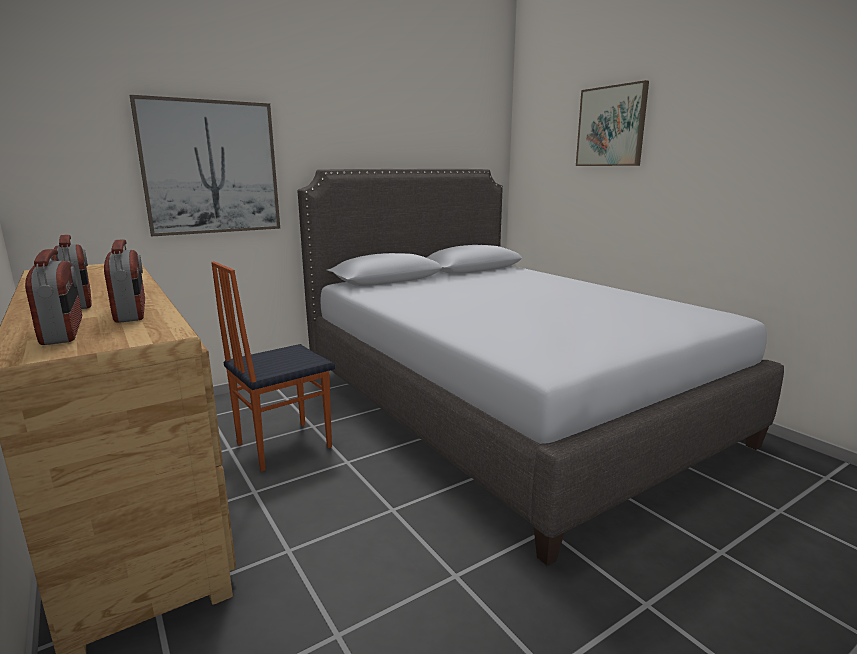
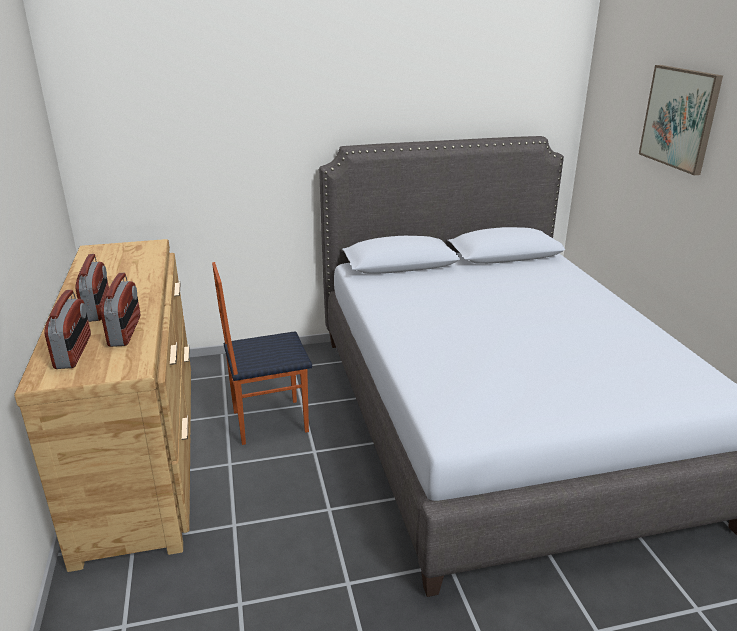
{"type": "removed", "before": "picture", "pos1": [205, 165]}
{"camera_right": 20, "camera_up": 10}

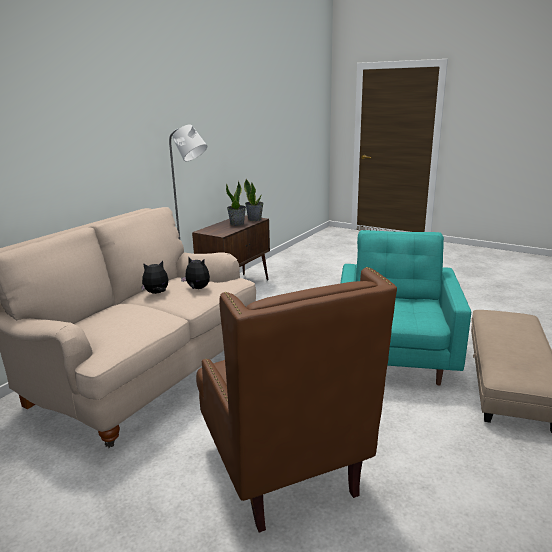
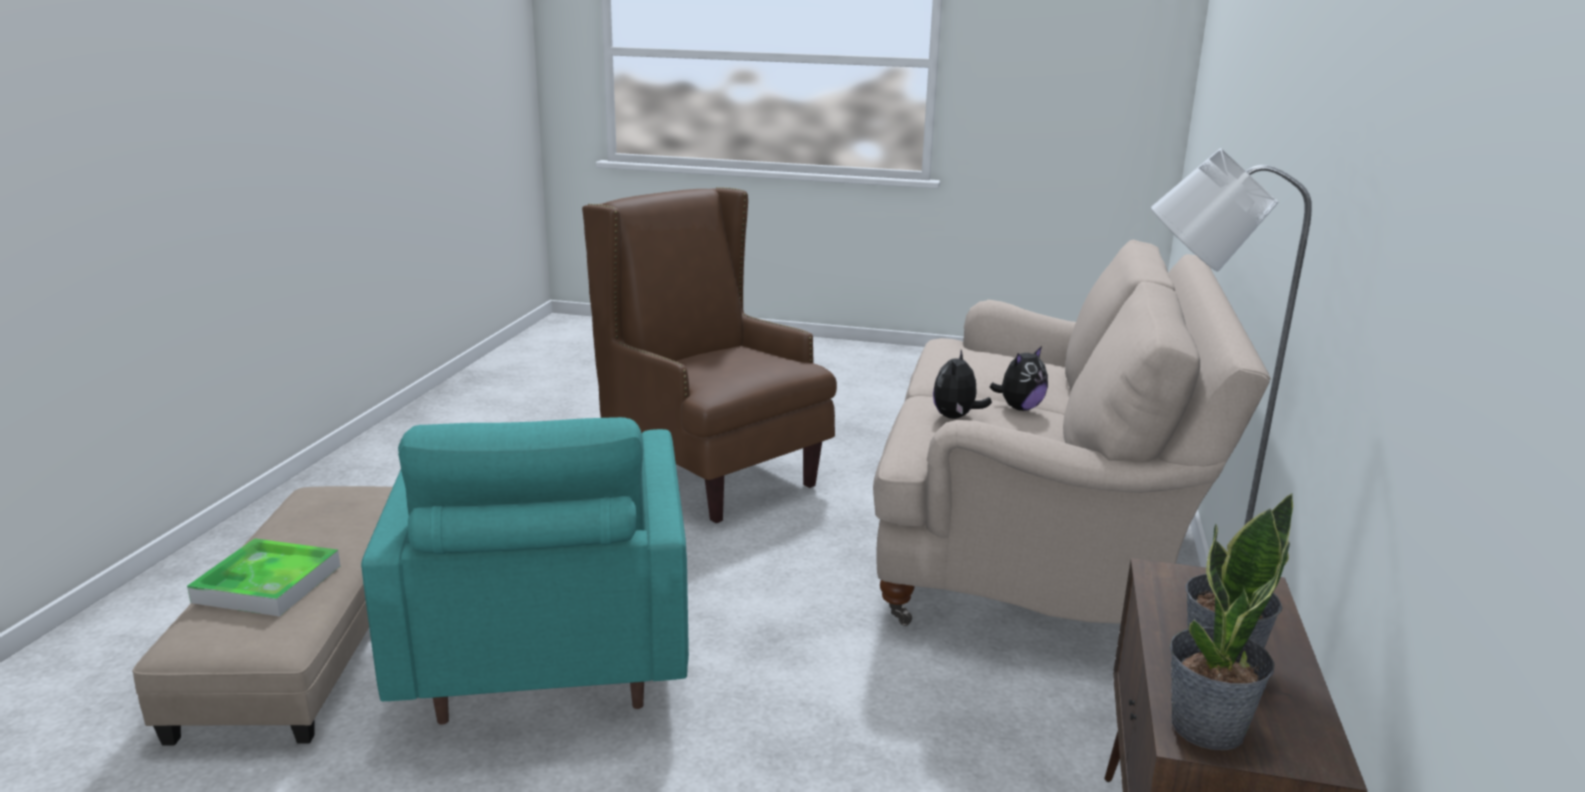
{"type": "turned", "before": "plush toy", "pos1": [195, 273], "pos2": [962, 384], "turn": 105}
{"type": "added", "after": "tray", "pos2": [263, 577]}
{"camera_right": 160, "camera_up": 0}

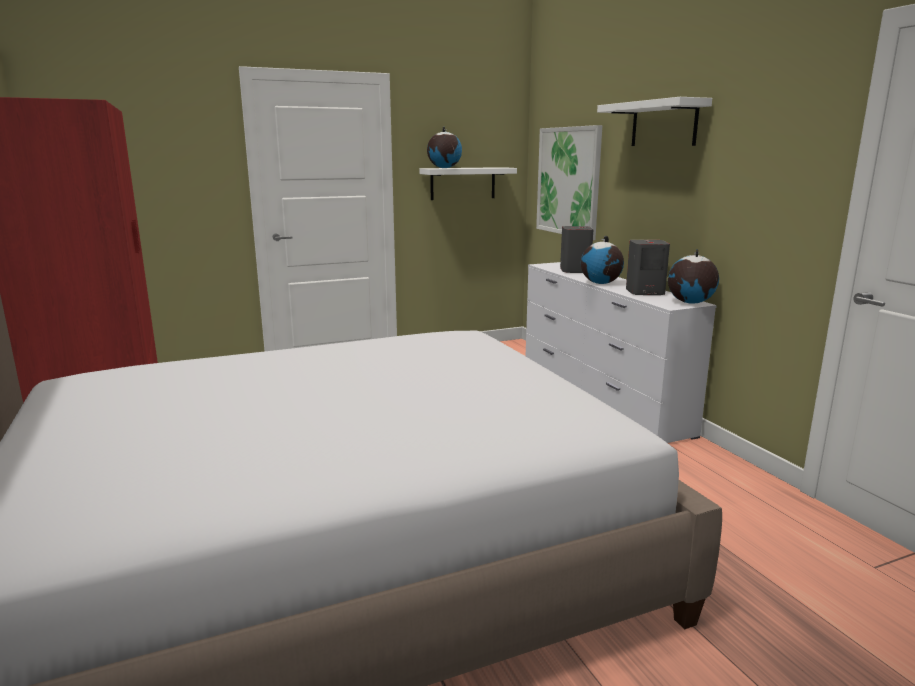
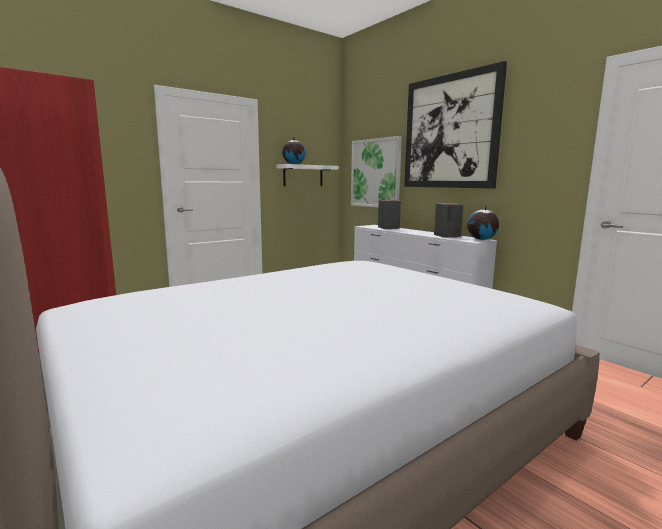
{"type": "replaced", "before": "shelf (white)", "after": "picture", "pos1": [654, 121], "pos2": [455, 125]}
{"type": "removed", "before": "globe", "pos1": [602, 260]}
{"camera_right": -15, "camera_up": -5}

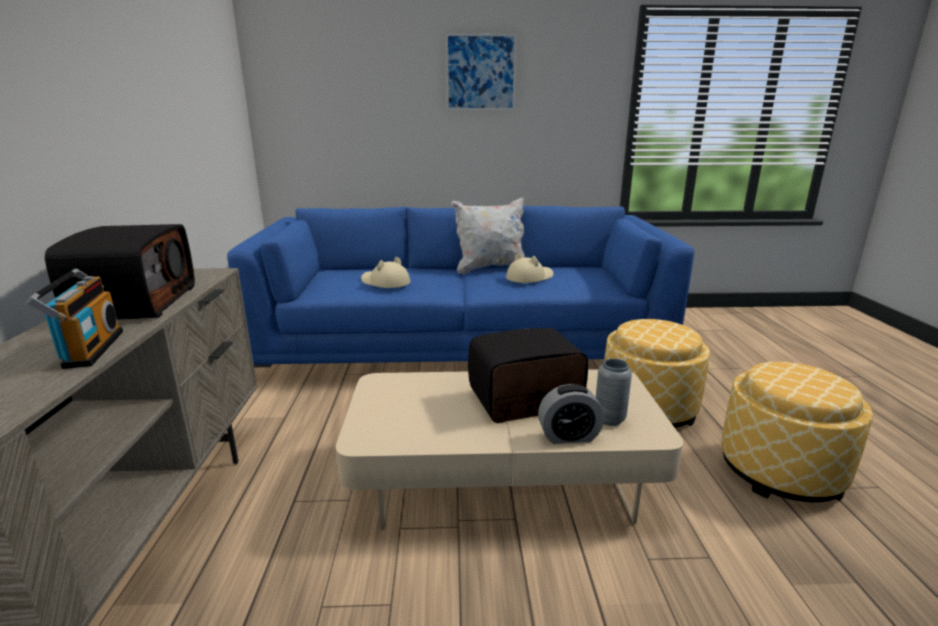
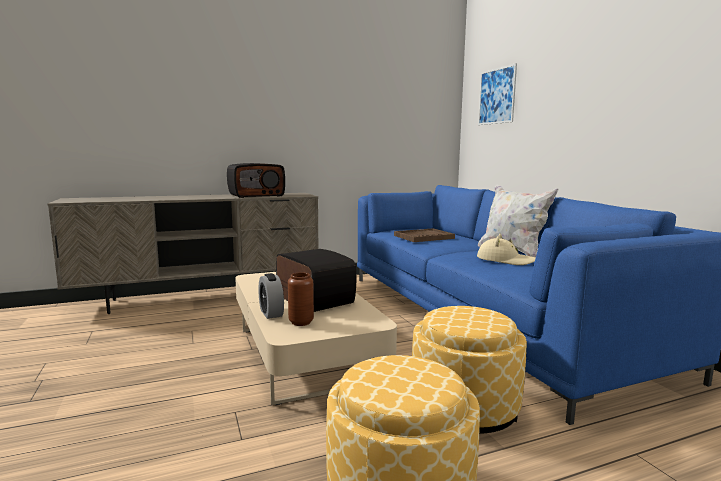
{"type": "moved", "before": "picture", "pos1": [481, 71], "pos2": [497, 94]}
{"type": "replaced", "before": "hat (beige)", "after": "tray (brown)", "pos1": [385, 272], "pos2": [424, 235]}
{"type": "removed", "before": "radio", "pos1": [75, 319]}
{"type": "recoloured", "before": "vase (grey)", "after": "vase (brown)", "pos1": [614, 392], "pos2": [301, 299]}
{"camera_right": 70, "camera_up": -10}

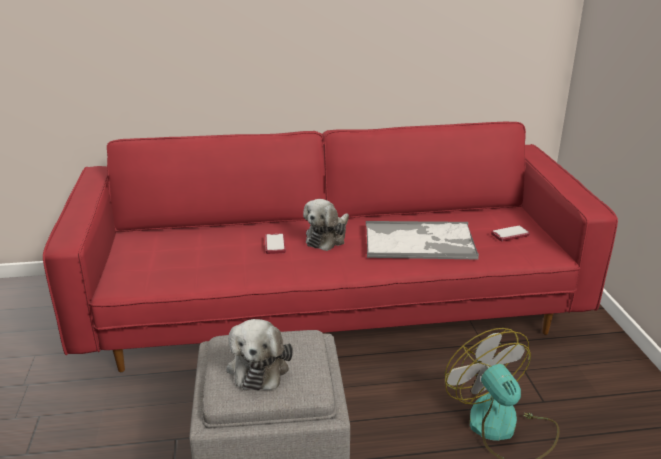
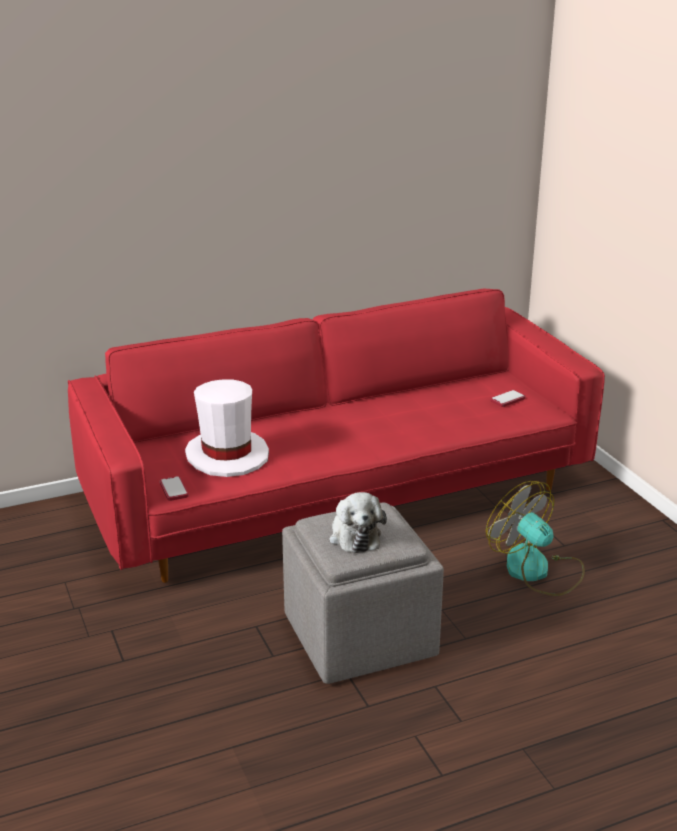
{"type": "removed", "before": "plush toy", "pos1": [326, 225]}
{"type": "removed", "before": "tray", "pos1": [422, 240]}
{"type": "moved", "before": "phone", "pos1": [275, 244], "pos2": [174, 488]}
{"type": "added", "after": "hat (white)", "pos2": [227, 428]}
{"camera_right": -15, "camera_up": 0}

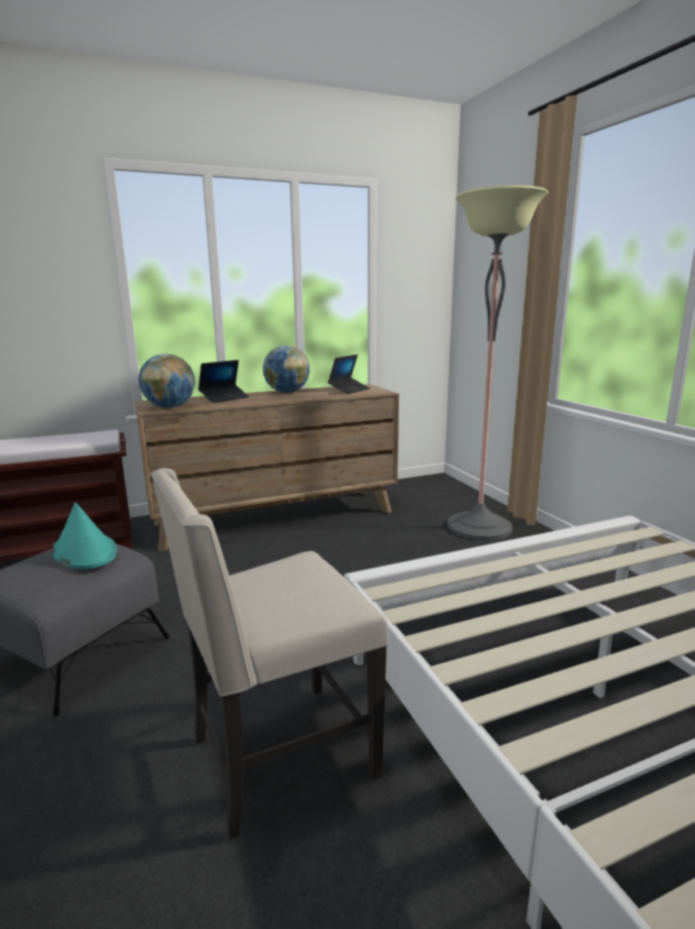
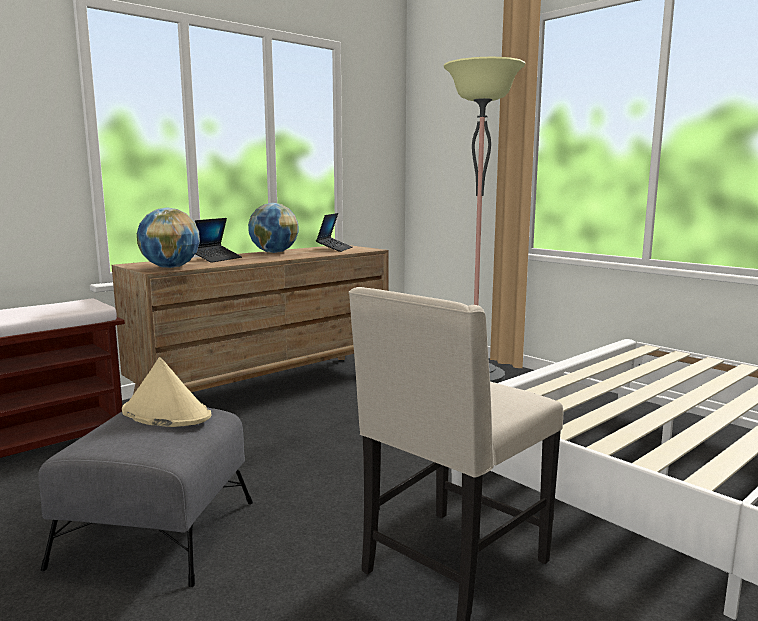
{"type": "recoloured", "before": "hat (turquoise)", "after": "hat (beige)", "pos1": [85, 536], "pos2": [166, 392]}
{"camera_right": -20, "camera_up": -5}

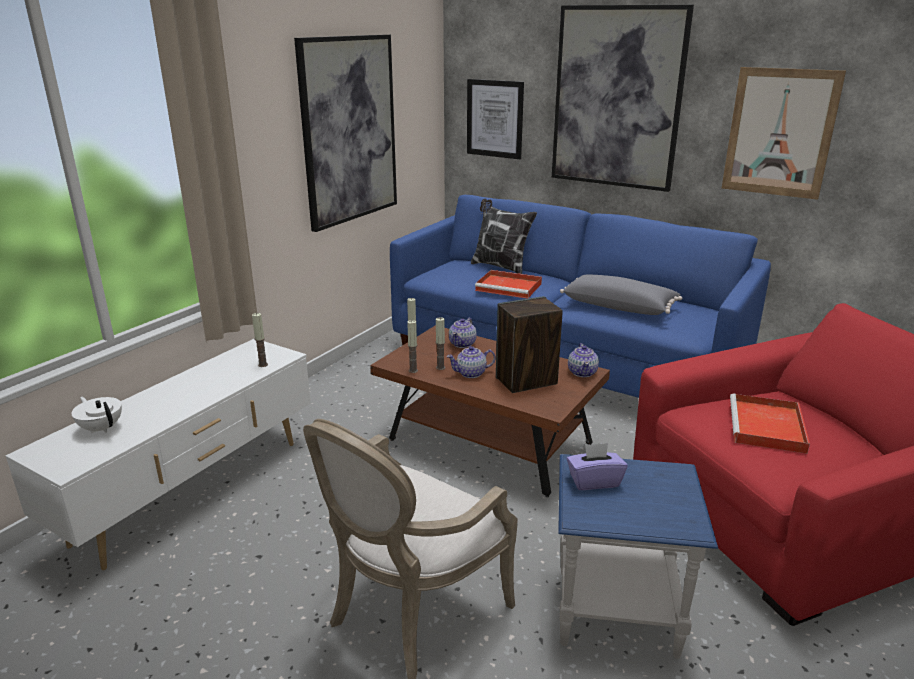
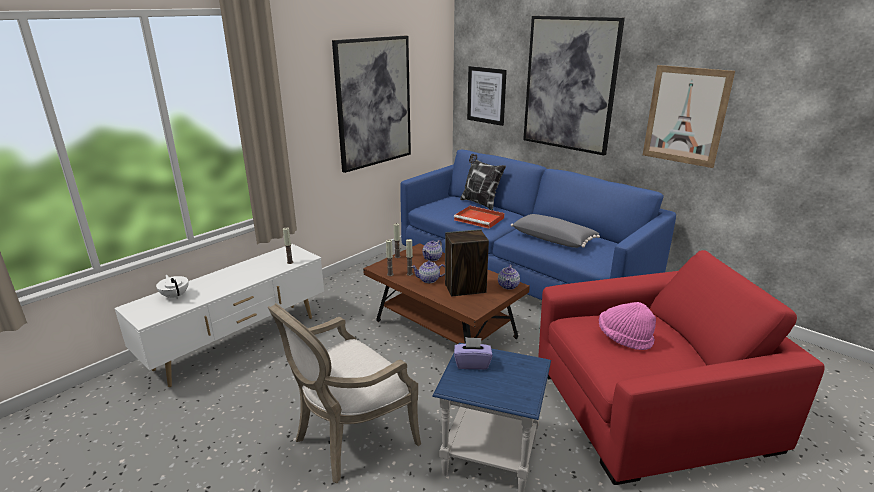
{"type": "replaced", "before": "tray (red)", "after": "hat (pink)", "pos1": [770, 424], "pos2": [627, 326]}
{"camera_right": 10, "camera_up": 0}

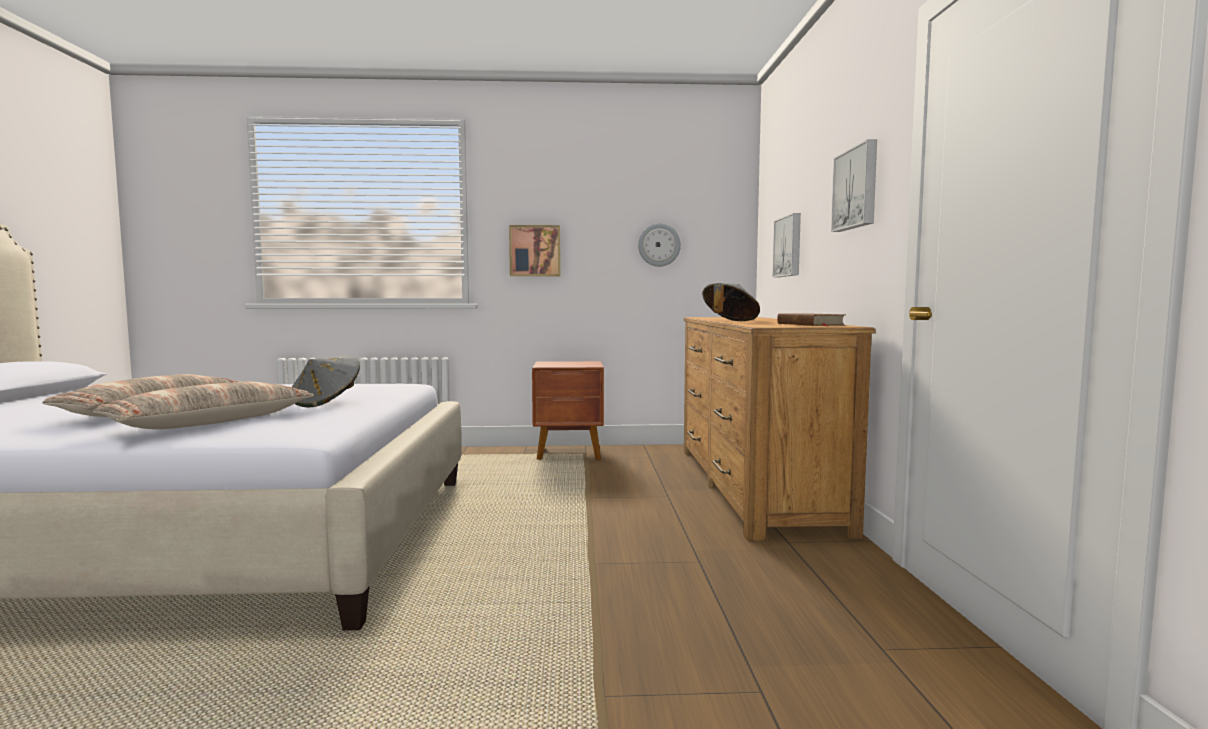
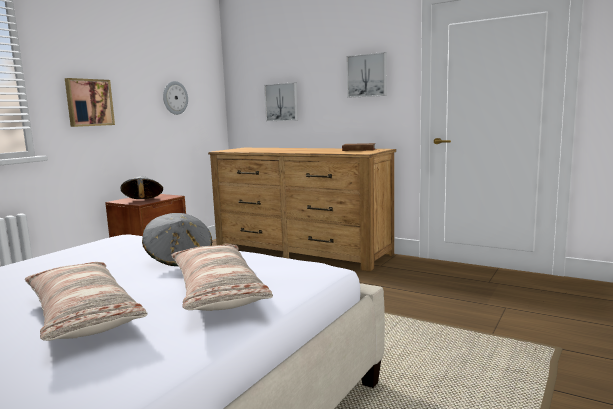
{"type": "moved", "before": "hat (grey)", "pos1": [731, 302], "pos2": [141, 187]}
{"camera_right": -55, "camera_up": 5}

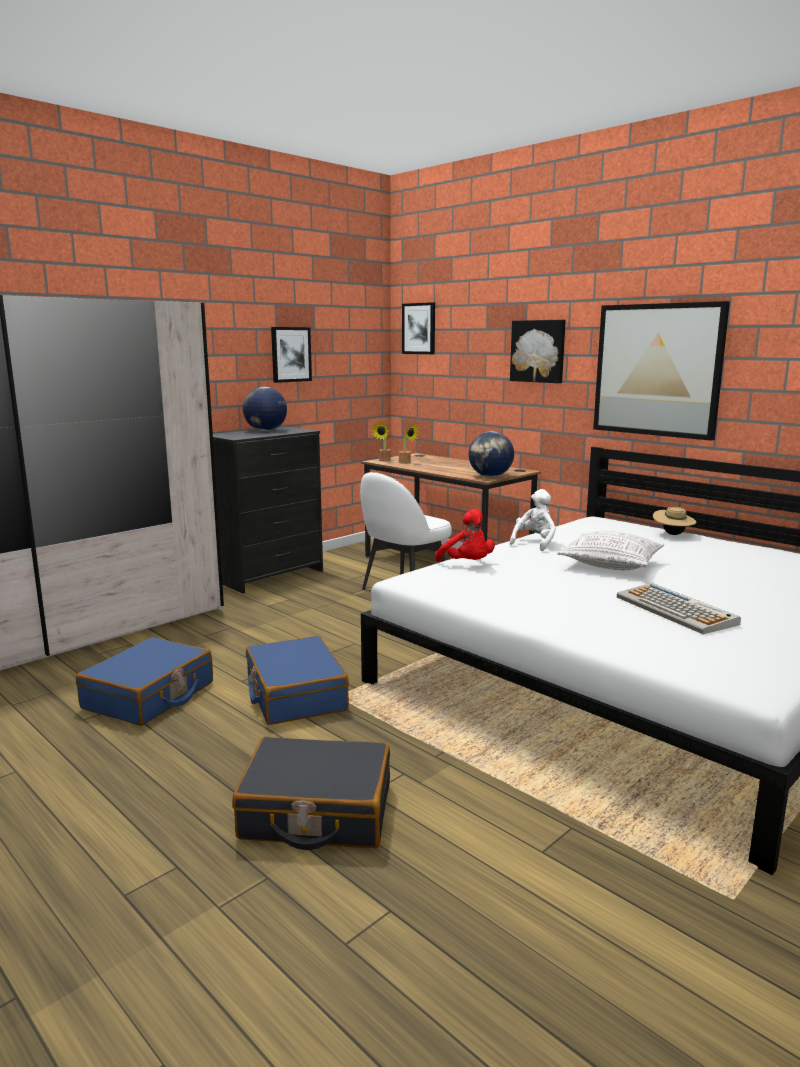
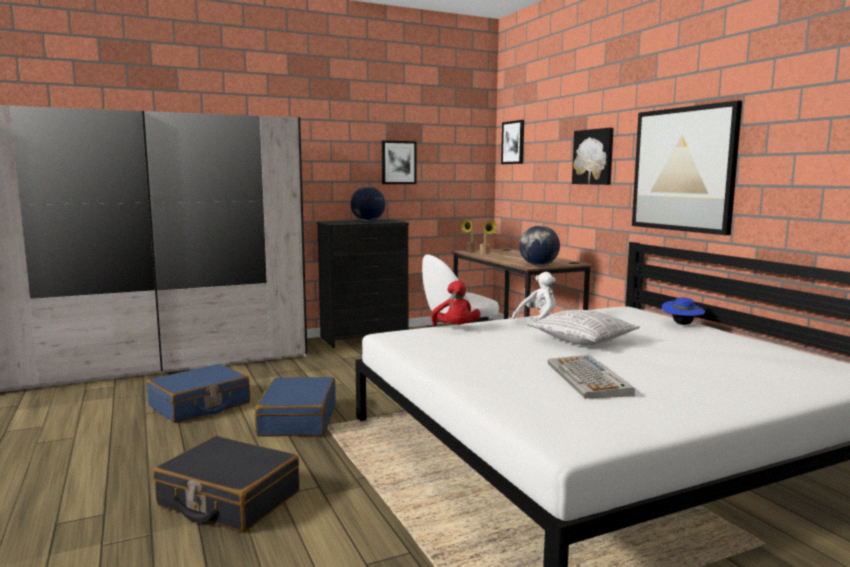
{"type": "recoloured", "before": "hat (beige)", "after": "hat (blue)", "pos1": [675, 521], "pos2": [683, 311]}
{"camera_right": 20, "camera_up": -5}

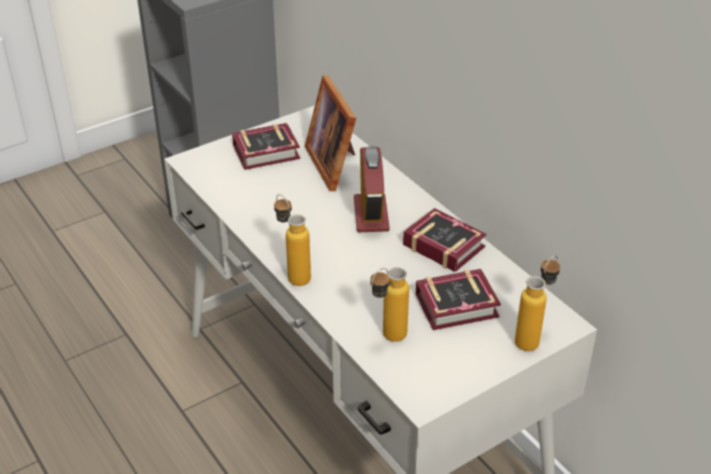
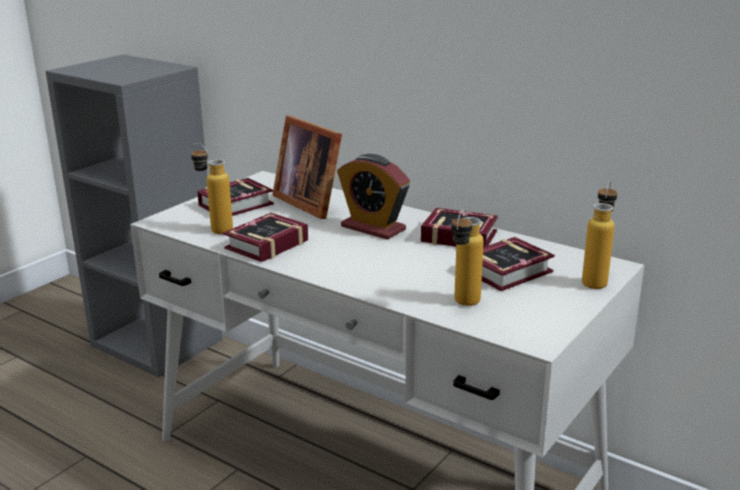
{"type": "turned", "before": "alarm clock", "pos1": [372, 189], "pos2": [373, 197], "turn": 150}
{"type": "moved", "before": "bottle", "pos1": [292, 240], "pos2": [212, 188]}
{"type": "added", "after": "book", "pos2": [265, 237]}
{"camera_right": -20, "camera_up": -15}

